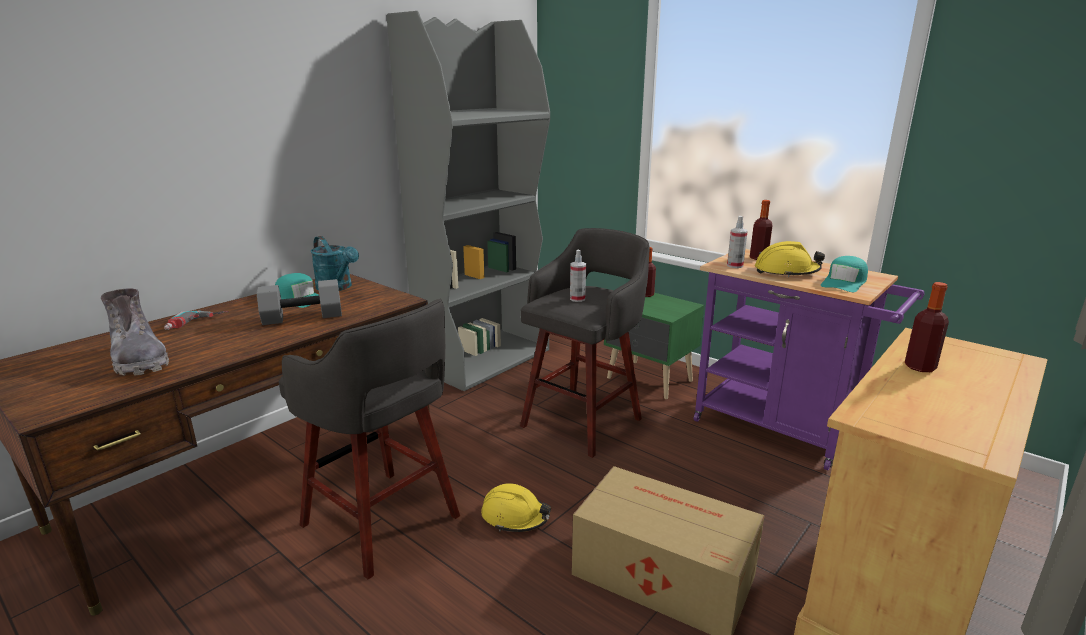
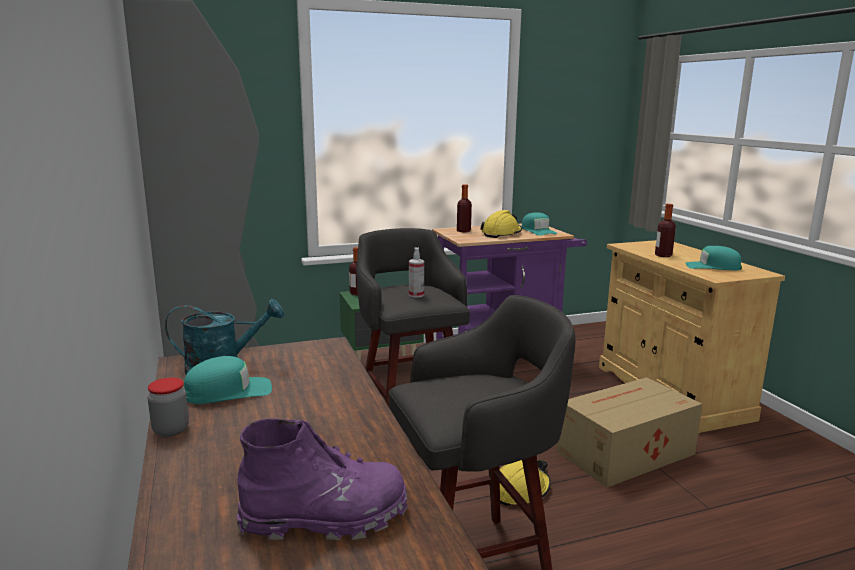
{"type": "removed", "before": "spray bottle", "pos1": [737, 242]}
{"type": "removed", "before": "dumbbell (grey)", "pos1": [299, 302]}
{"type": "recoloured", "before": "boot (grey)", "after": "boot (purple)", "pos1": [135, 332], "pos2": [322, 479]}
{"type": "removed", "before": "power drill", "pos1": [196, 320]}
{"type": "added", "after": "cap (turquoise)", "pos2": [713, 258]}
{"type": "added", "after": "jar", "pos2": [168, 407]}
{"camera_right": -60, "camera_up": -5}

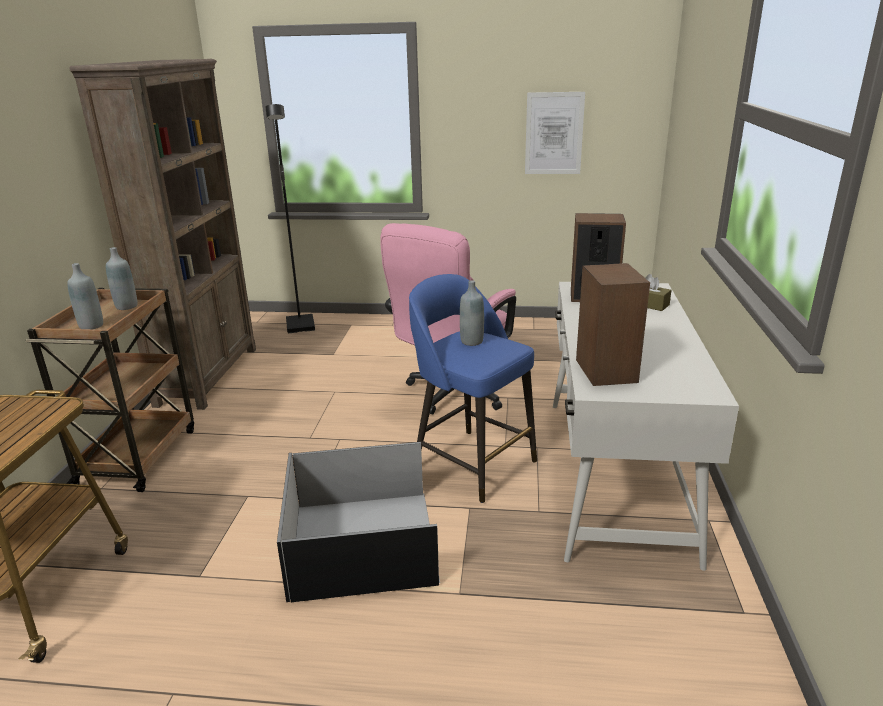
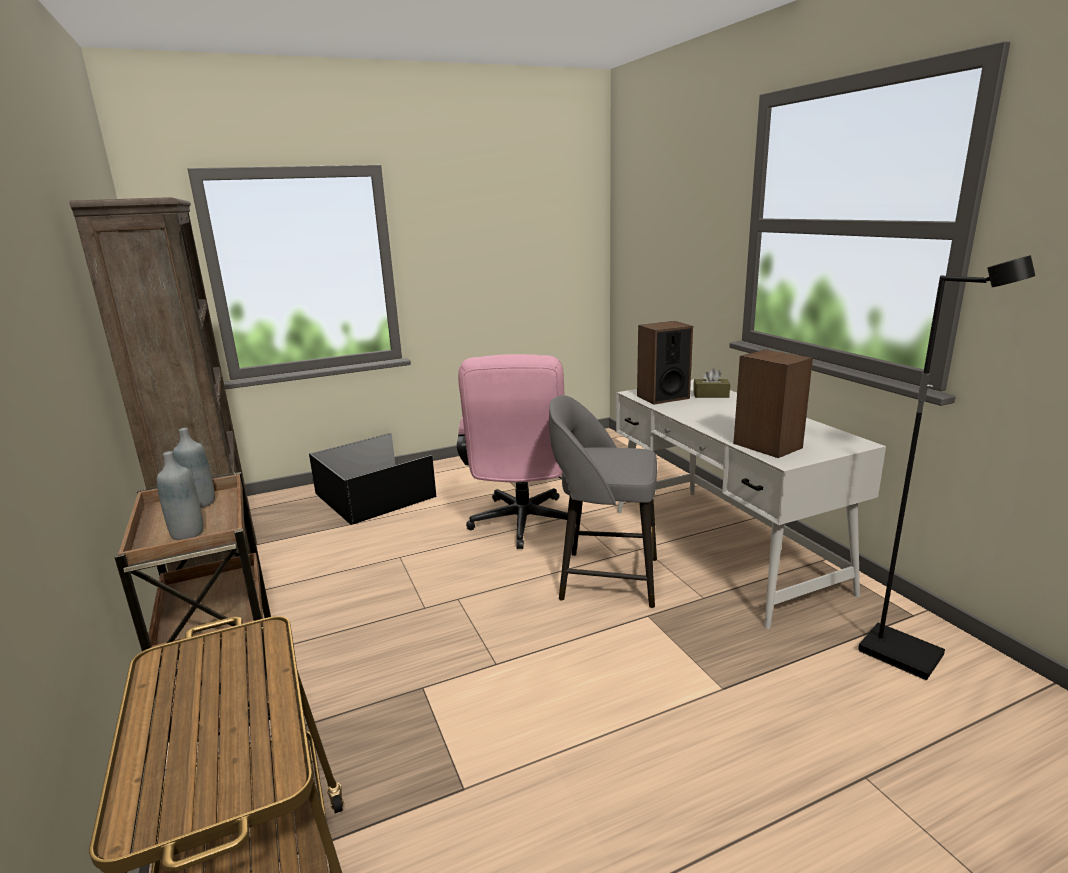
{"type": "removed", "before": "picture", "pos1": [555, 133]}
{"type": "moved", "before": "floor lamp (black)", "pos1": [290, 218], "pos2": [946, 467]}
{"type": "recoloured", "before": "stool (blue)", "after": "stool (grey)", "pos1": [473, 388], "pos2": [603, 501]}
{"type": "removed", "before": "bottle (grey)", "pos1": [472, 313]}
{"type": "moved", "before": "storage box (black)", "pos1": [358, 522], "pos2": [372, 479]}
{"camera_right": -30, "camera_up": -5}

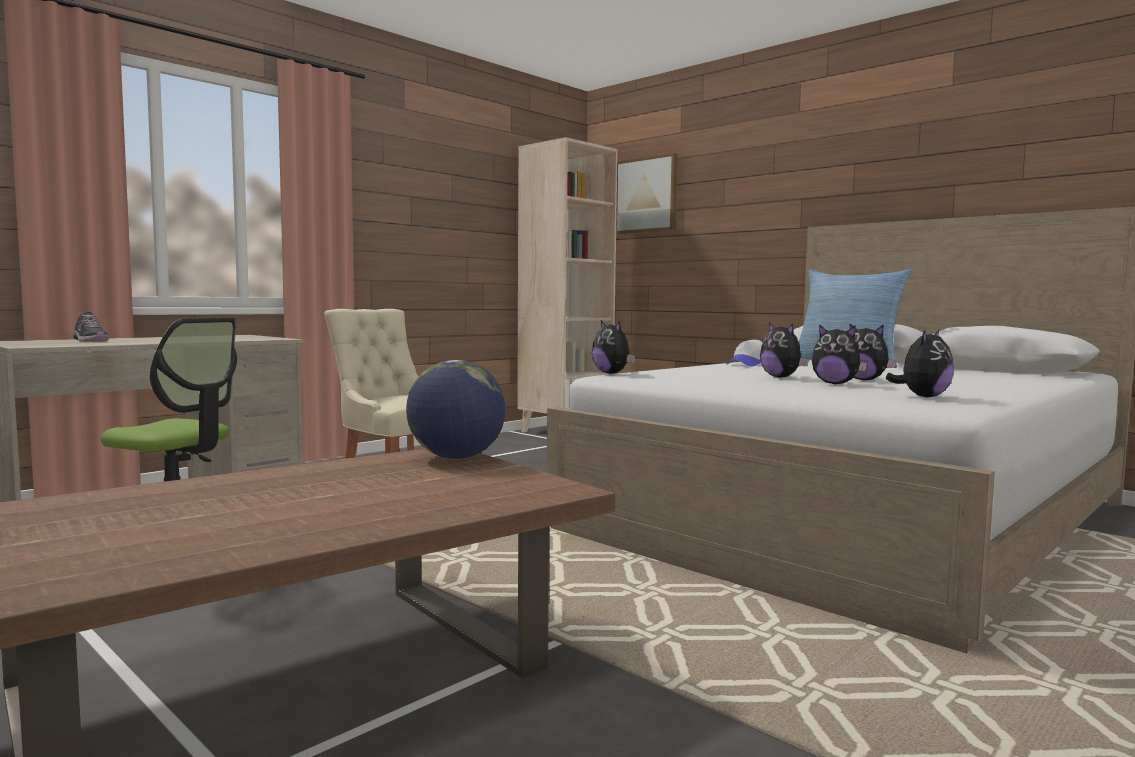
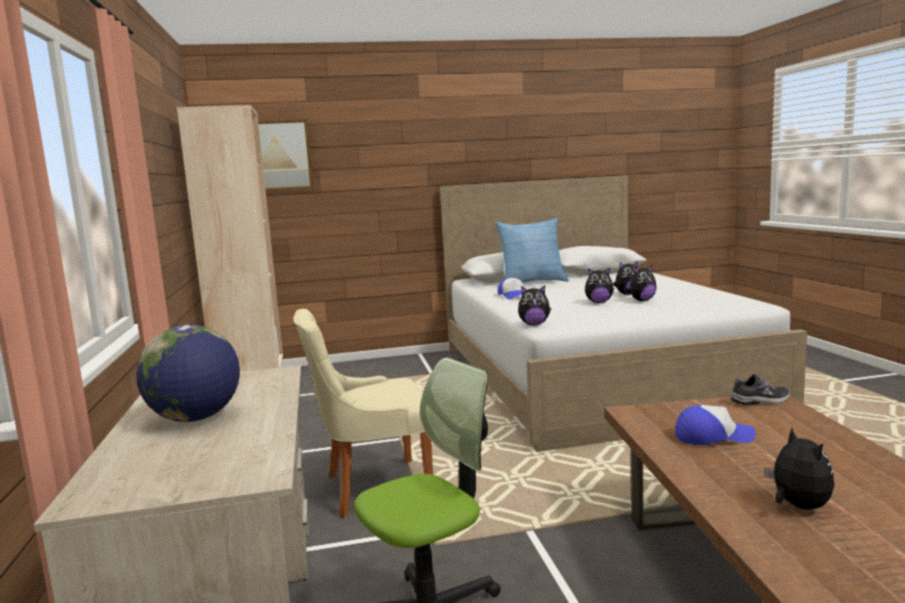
{"type": "moved", "before": "shoe", "pos1": [91, 326], "pos2": [760, 389]}
{"type": "moved", "before": "plush toy", "pos1": [920, 363], "pos2": [799, 469]}
{"type": "moved", "before": "globe", "pos1": [456, 409], "pos2": [188, 373]}
{"type": "added", "after": "cap", "pos2": [715, 425]}
{"camera_right": -55, "camera_up": 5}

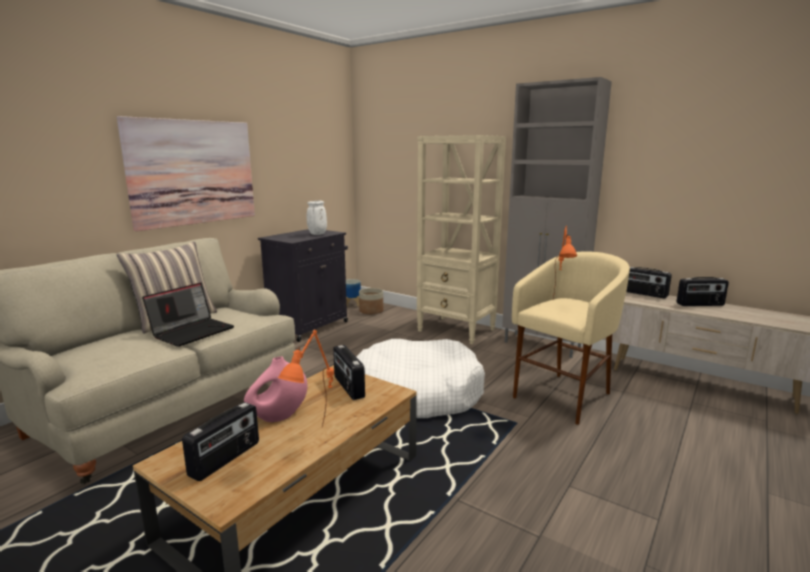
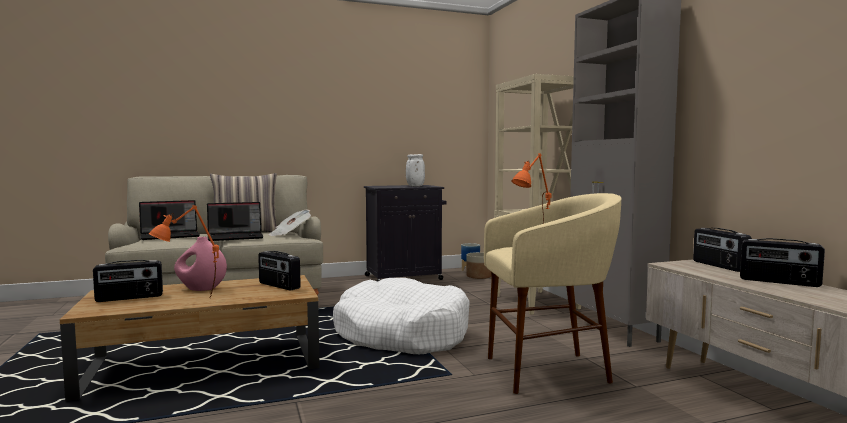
{"type": "removed", "before": "picture", "pos1": [186, 173]}
{"type": "turned", "before": "radio", "pos1": [349, 372], "pos2": [279, 271], "turn": -60}
{"type": "added", "after": "laptop", "pos2": [169, 220]}
{"type": "added", "after": "newspaper", "pos2": [289, 223]}
{"camera_right": 35, "camera_up": -10}

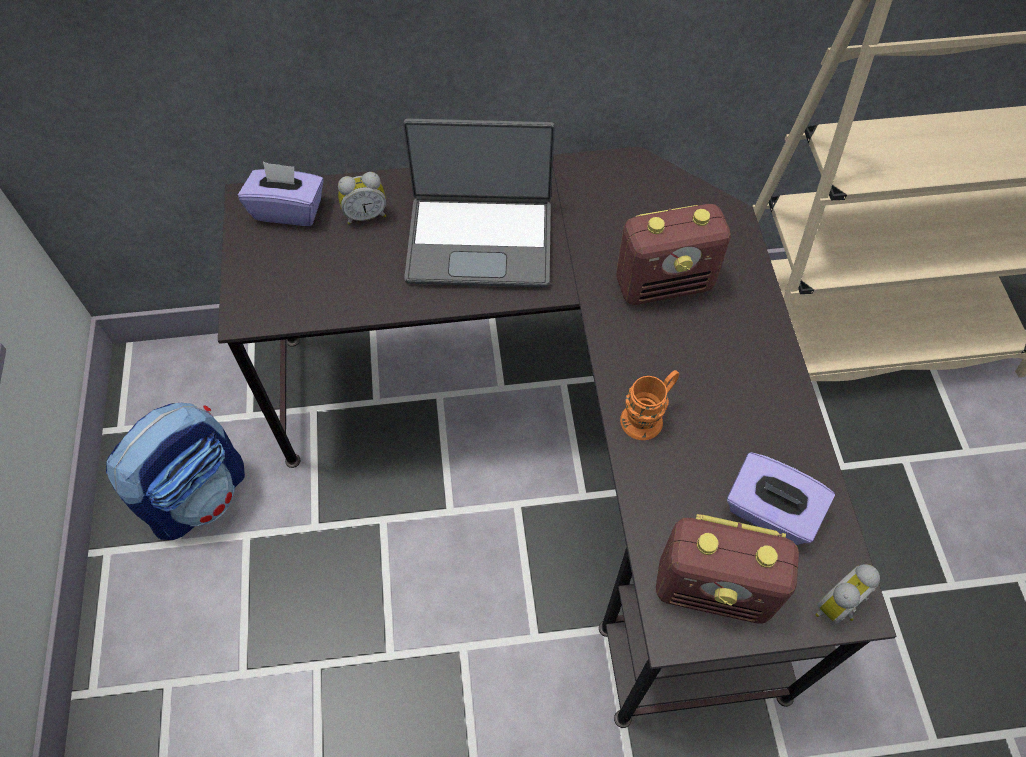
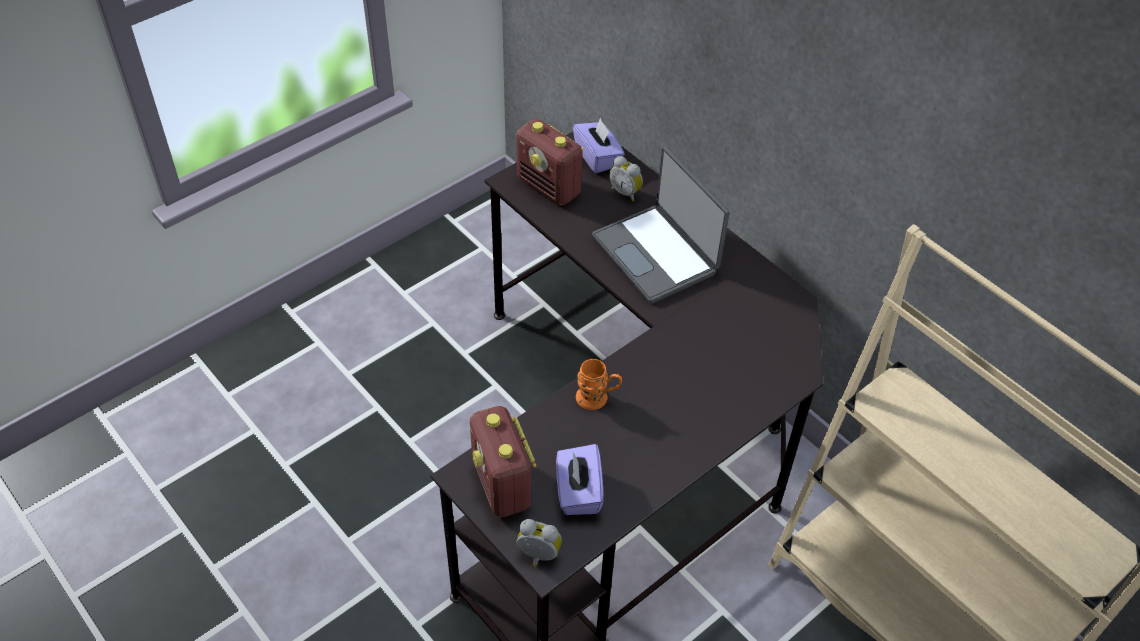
{"type": "moved", "before": "radio", "pos1": [673, 254], "pos2": [550, 162]}
{"type": "removed", "before": "backpack", "pos1": [175, 471]}
{"camera_right": 55, "camera_up": -10}

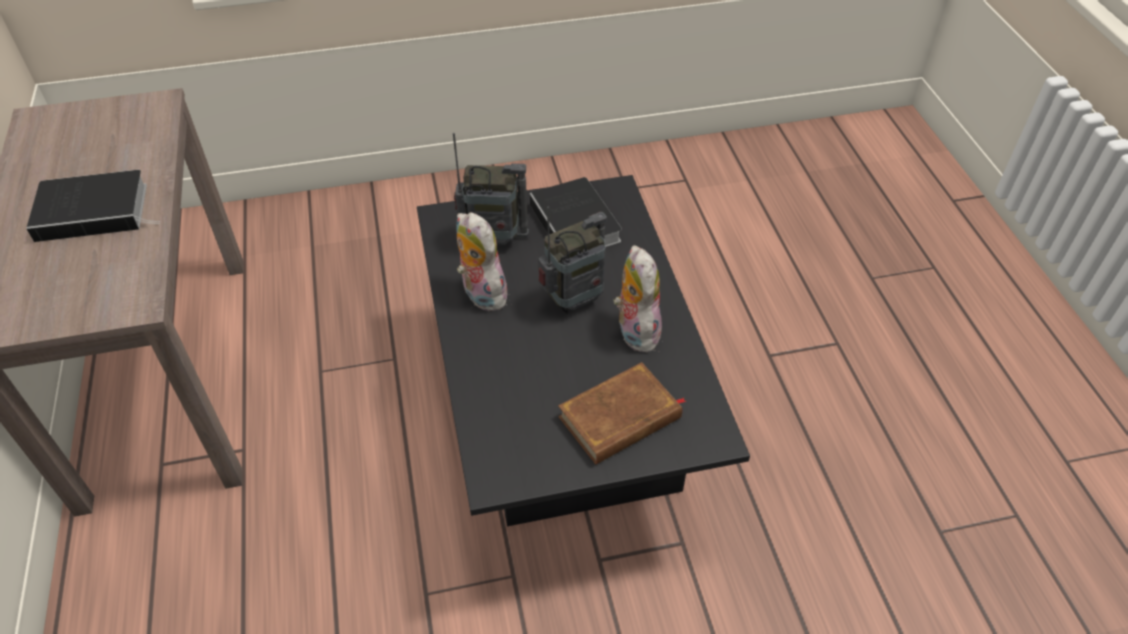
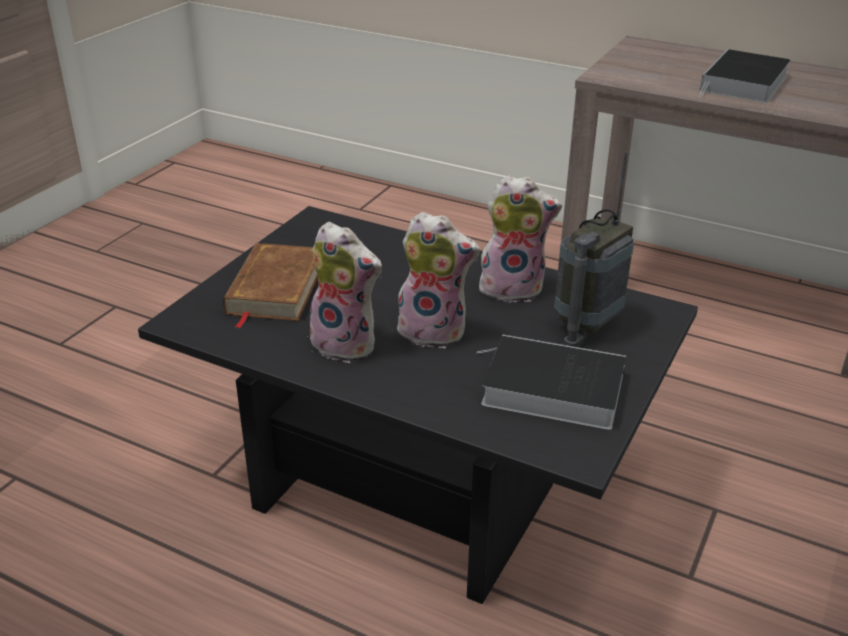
{"type": "replaced", "before": "radio", "after": "plush toy", "pos1": [572, 260], "pos2": [438, 280]}
{"camera_right": 130, "camera_up": -15}

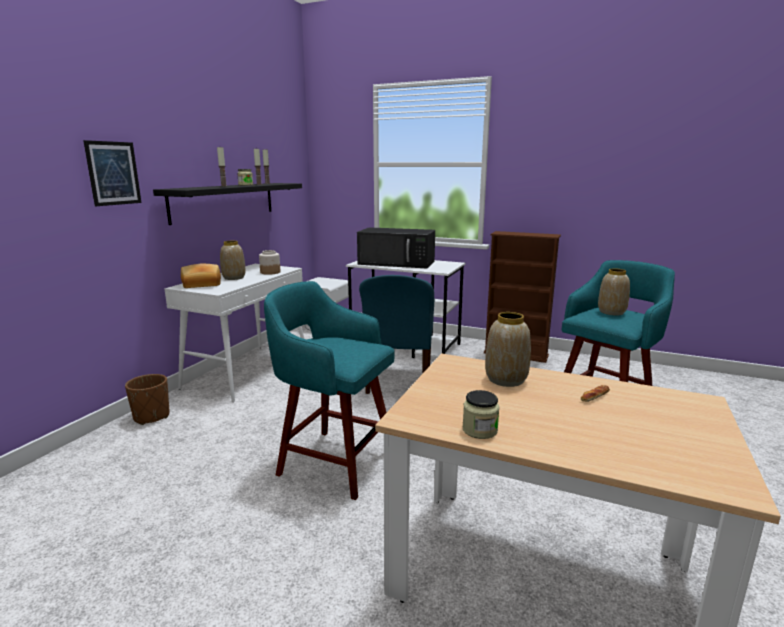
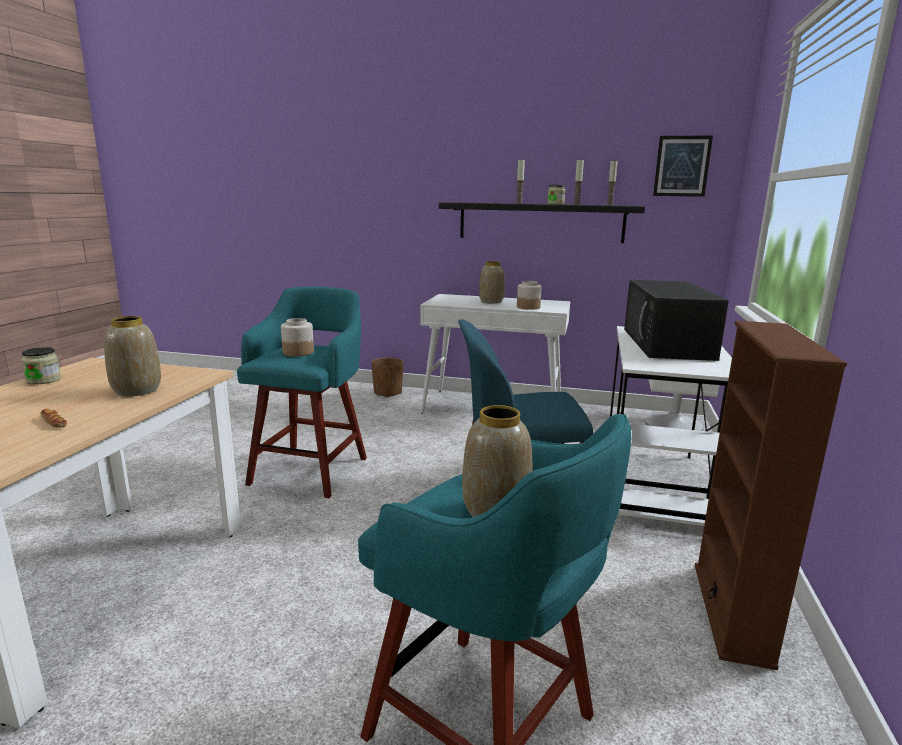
{"type": "moved", "before": "picture", "pos1": [112, 173], "pos2": [683, 166]}
{"type": "removed", "before": "bread", "pos1": [201, 276]}
{"type": "added", "after": "jar", "pos2": [297, 337]}
{"camera_right": 80, "camera_up": 0}

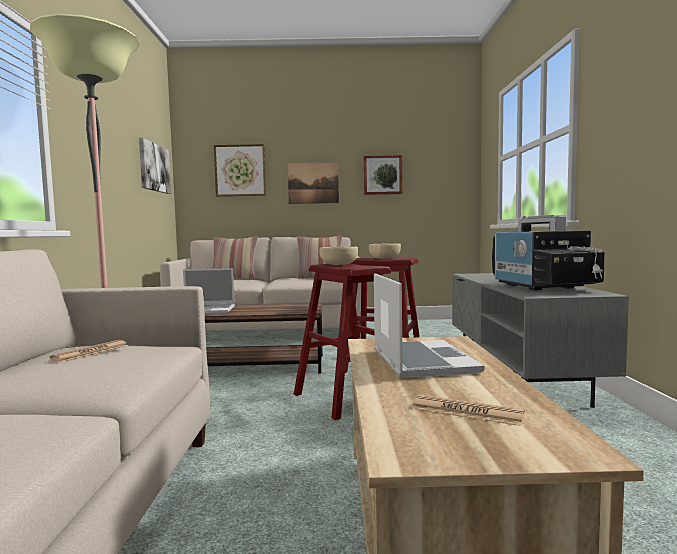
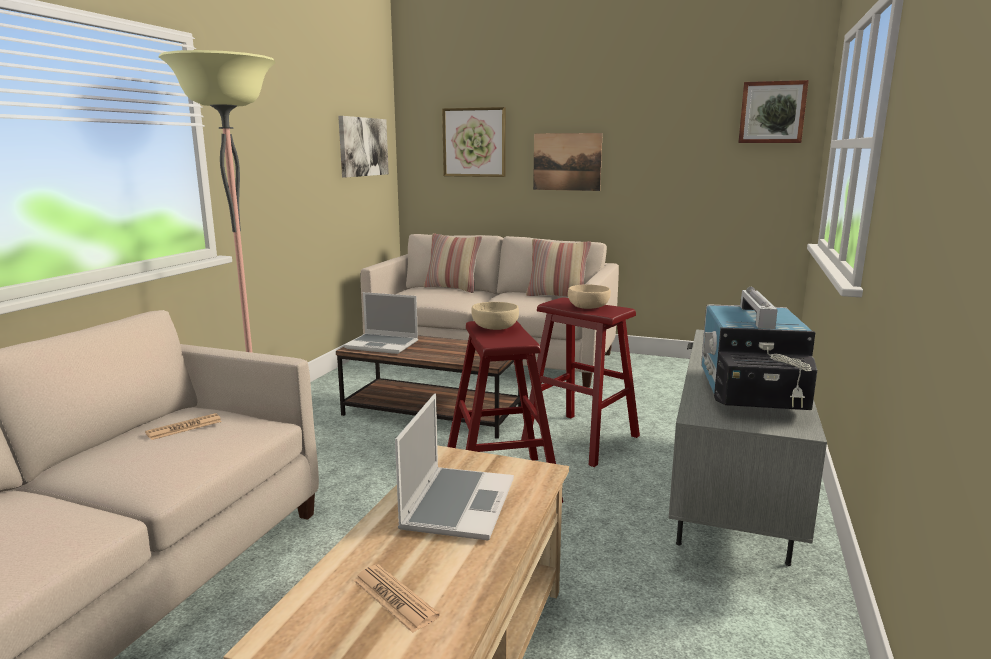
{"type": "moved", "before": "picture", "pos1": [382, 175], "pos2": [773, 111]}
{"camera_right": 20, "camera_up": 10}

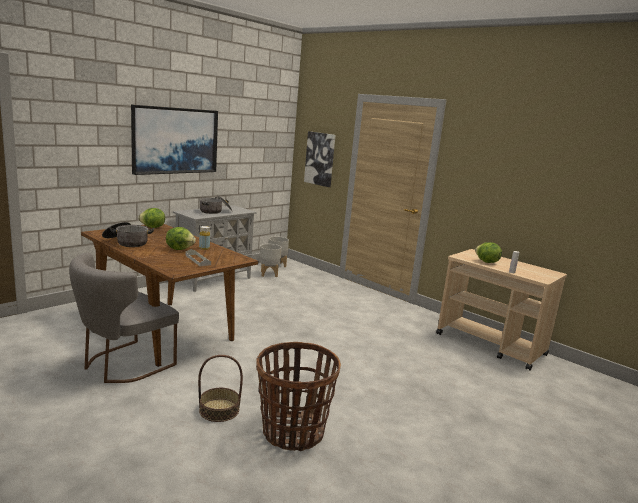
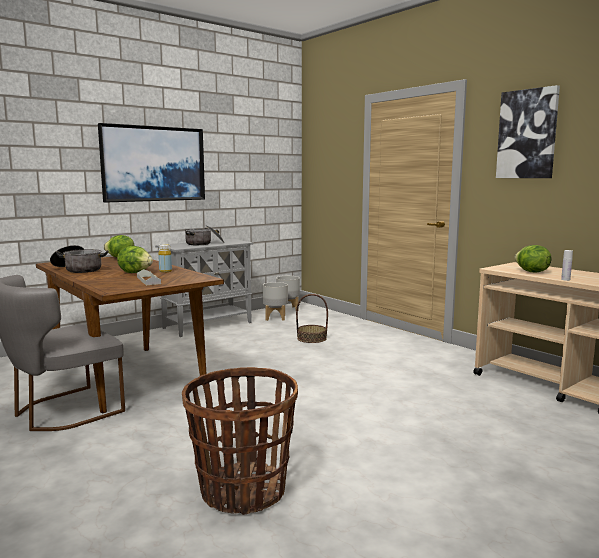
{"type": "moved", "before": "picture", "pos1": [319, 159], "pos2": [528, 131]}
{"type": "moved", "before": "basket", "pos1": [220, 388], "pos2": [312, 318]}
{"camera_right": 10, "camera_up": -5}

